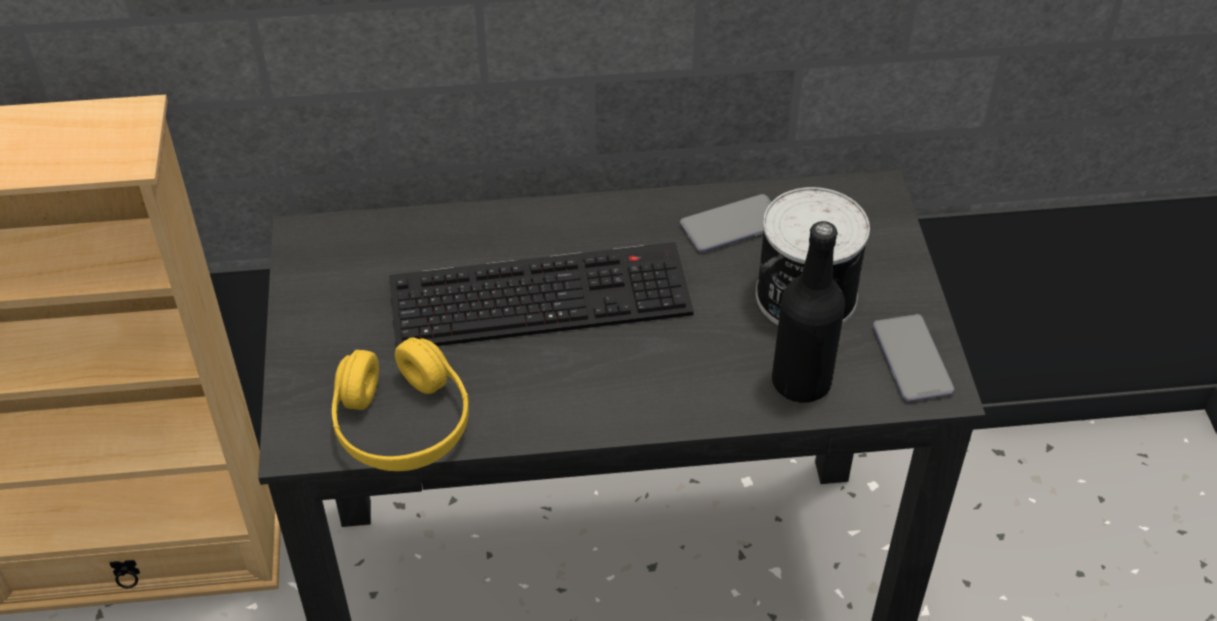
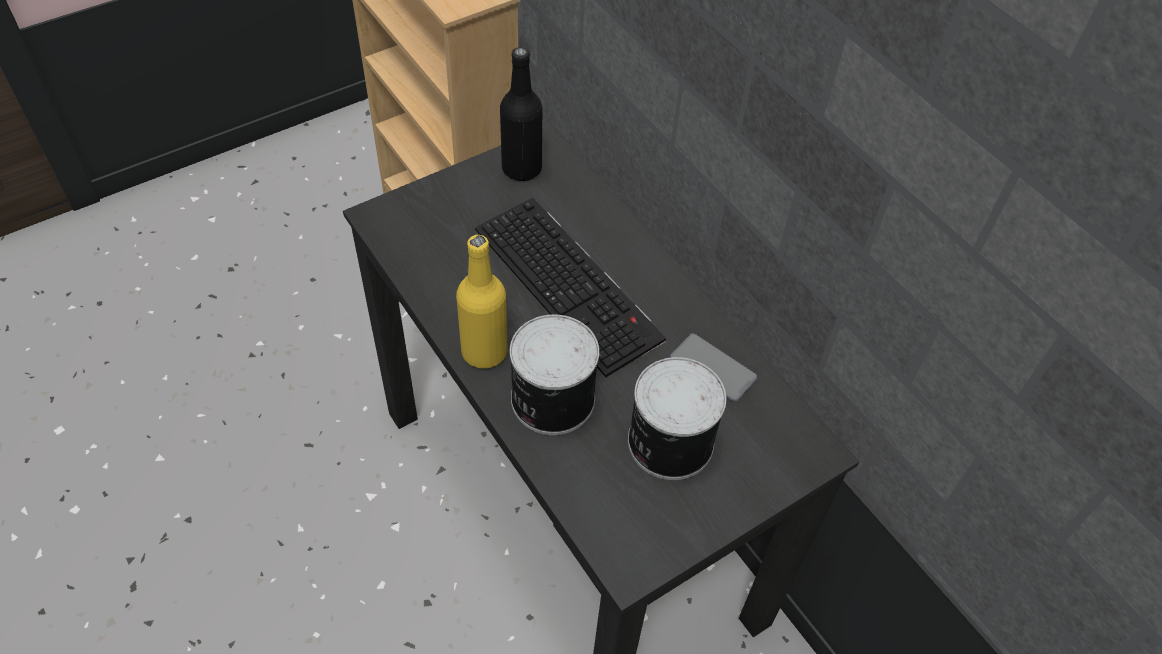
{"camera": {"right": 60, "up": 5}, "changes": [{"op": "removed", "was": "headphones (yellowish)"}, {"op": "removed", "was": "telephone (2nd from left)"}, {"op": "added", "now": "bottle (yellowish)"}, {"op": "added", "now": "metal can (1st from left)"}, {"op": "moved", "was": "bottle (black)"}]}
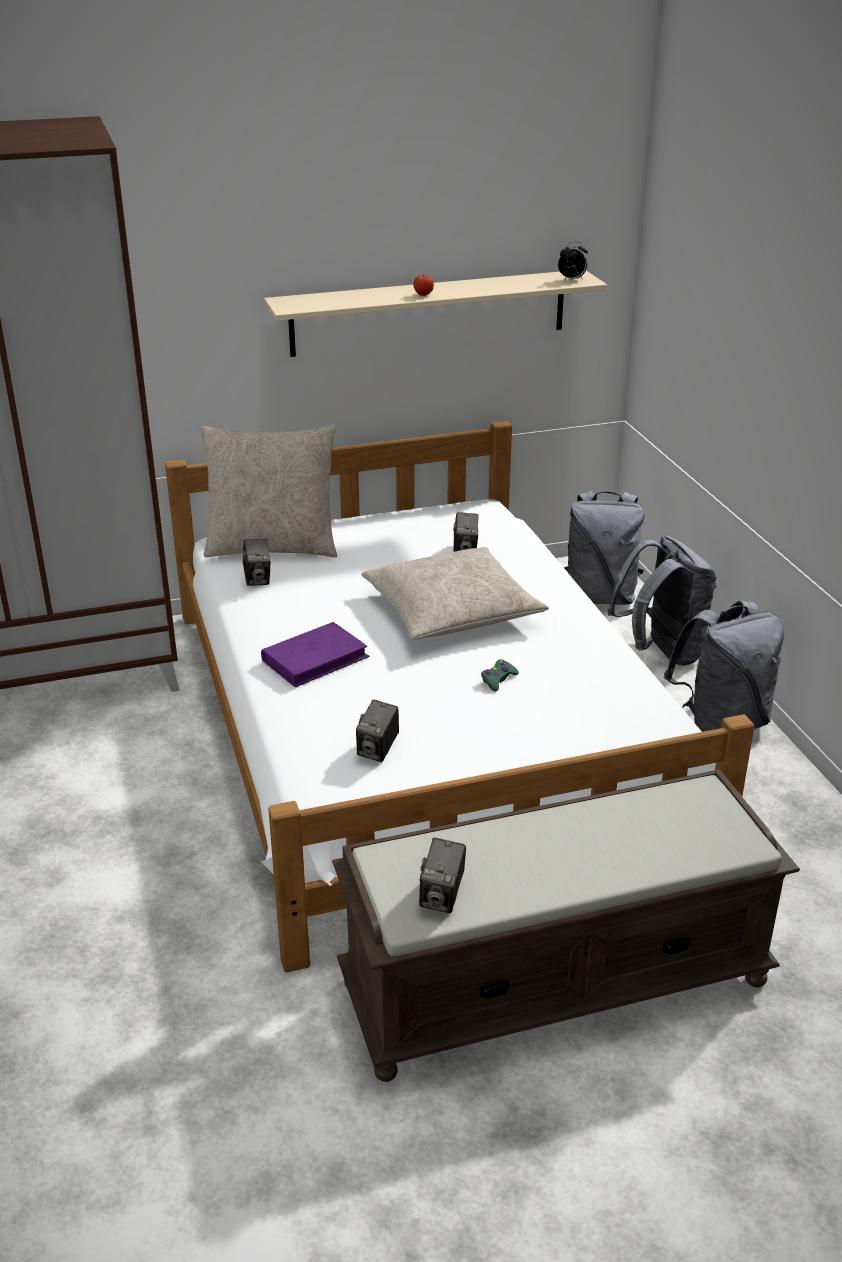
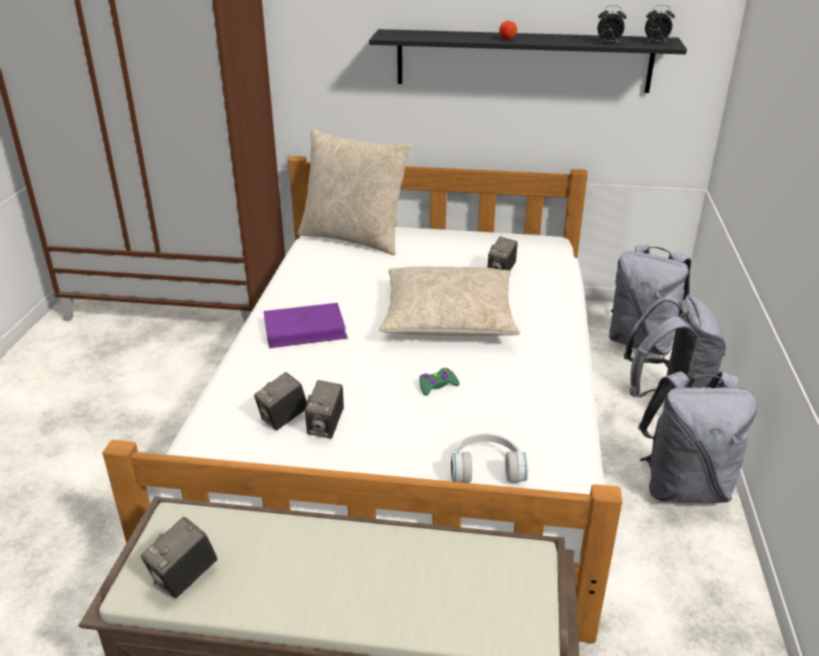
{"camera": {"right": 25, "up": 0}, "changes": [{"op": "added", "now": "headphones (white-coloured)"}, {"op": "added", "now": "alarm clock (1st from left)"}, {"op": "moved", "was": "still camera (1st from left in the first image)", "now": "still camera (3rd from left)"}, {"op": "recoloured", "was": "shelf (sand-coloured)", "now": "shelf (black)"}]}
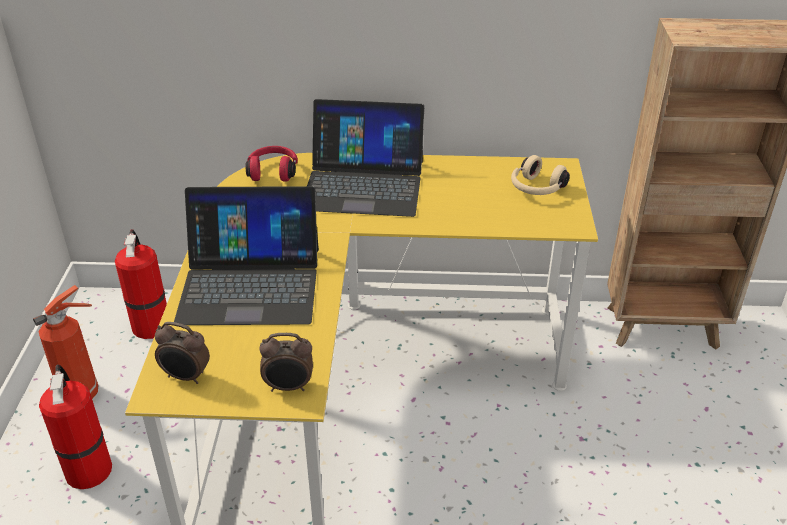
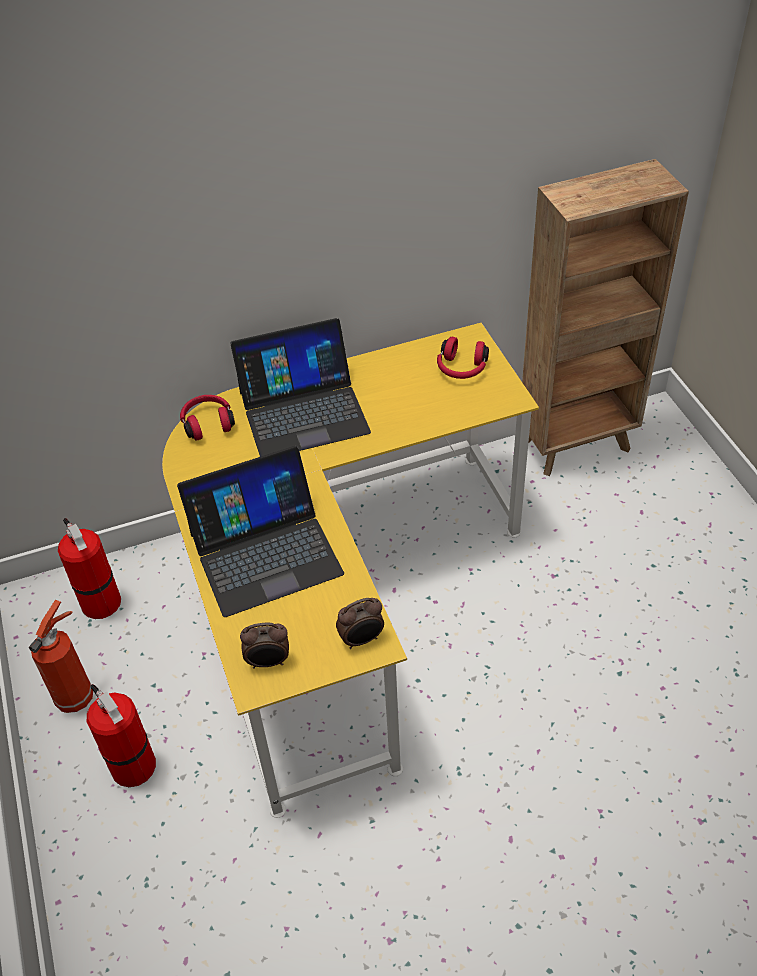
{"camera": {"right": -20, "up": 10}, "changes": [{"op": "recoloured", "was": "headphones (sand-coloured)", "now": "headphones (red-coloured) (2nd from left)"}]}
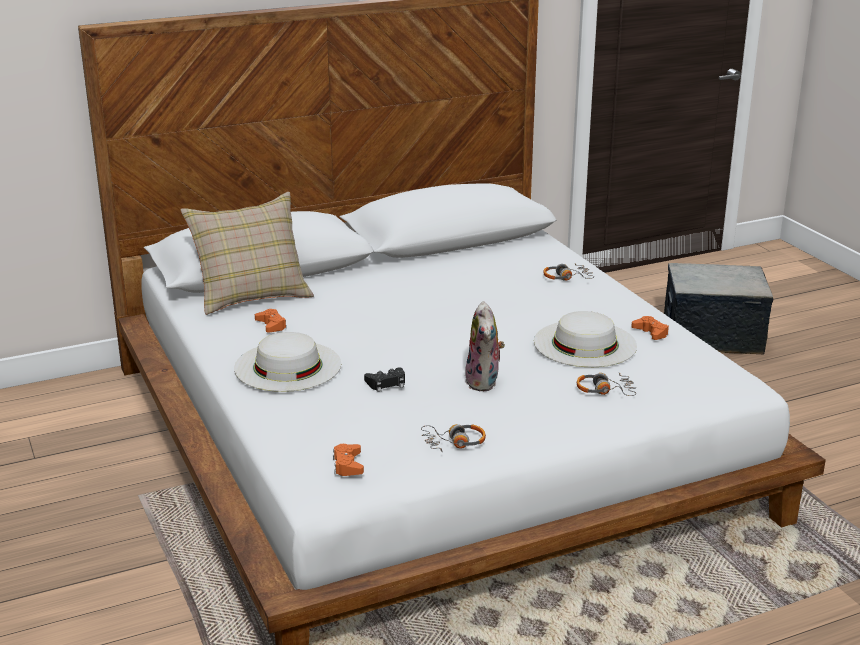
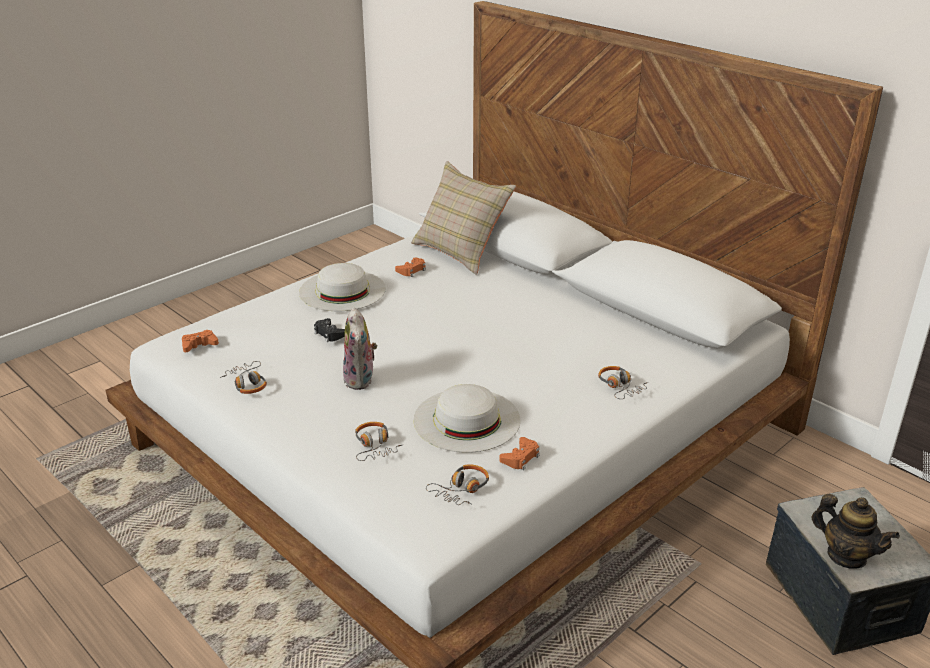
{"camera": {"right": 70, "up": 5}, "changes": [{"op": "added", "now": "headphones (3rd from left)"}, {"op": "added", "now": "tea pot"}, {"op": "turned", "was": "plush toy", "clockwise": -75}]}
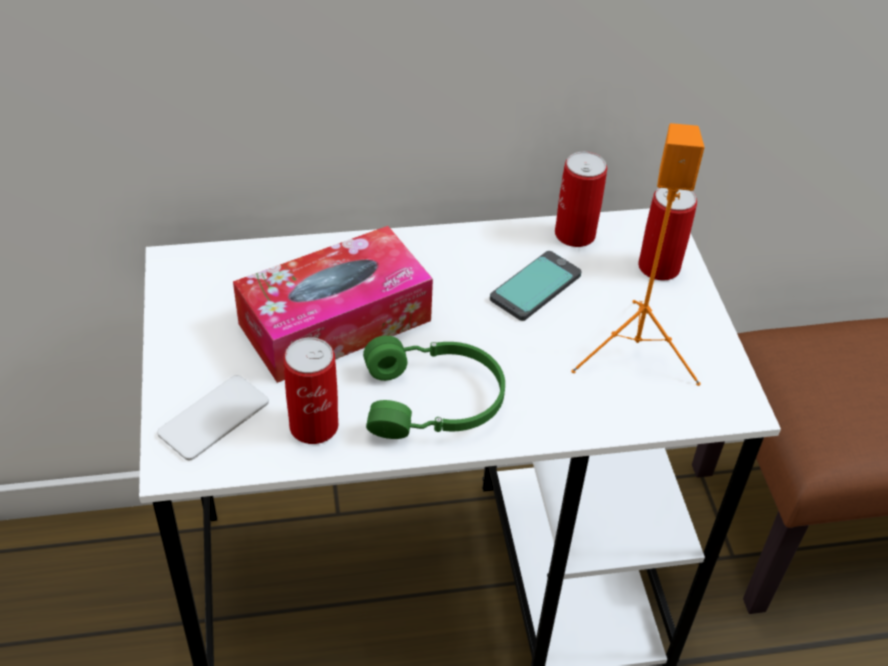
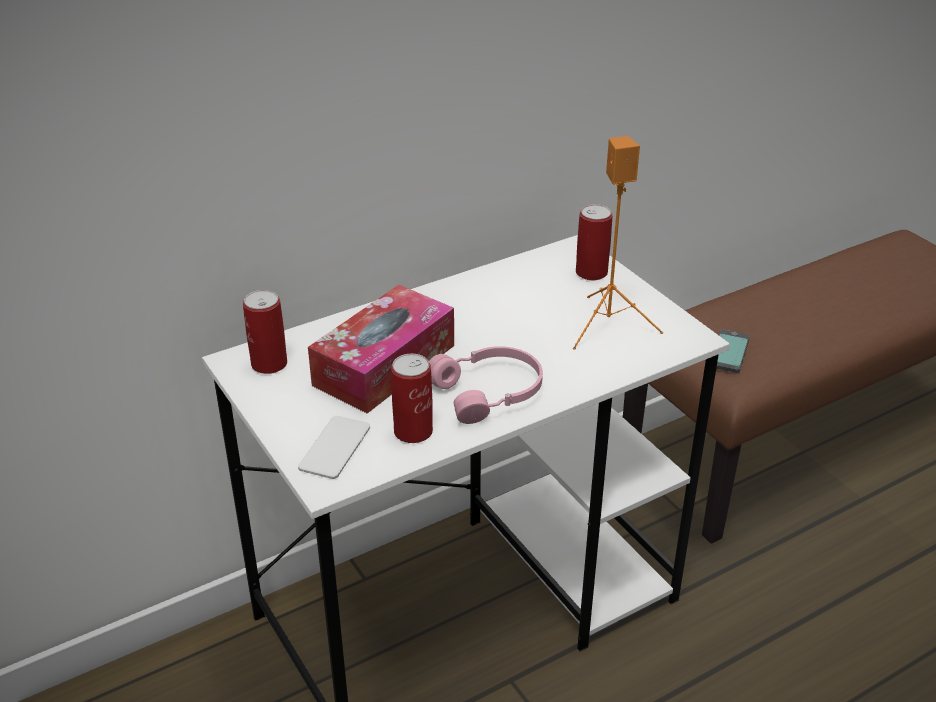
{"camera": {"right": -20, "up": -10}, "changes": [{"op": "moved", "was": "telephone (2nd from left)"}, {"op": "moved", "was": "metal can (2nd from left in the first image)", "now": "metal can (1st from left)"}, {"op": "recoloured", "was": "headphones (green-coloured)", "now": "headphones (pink)"}]}
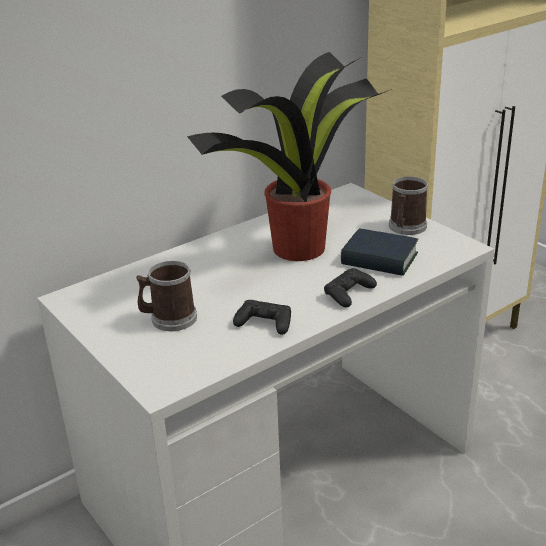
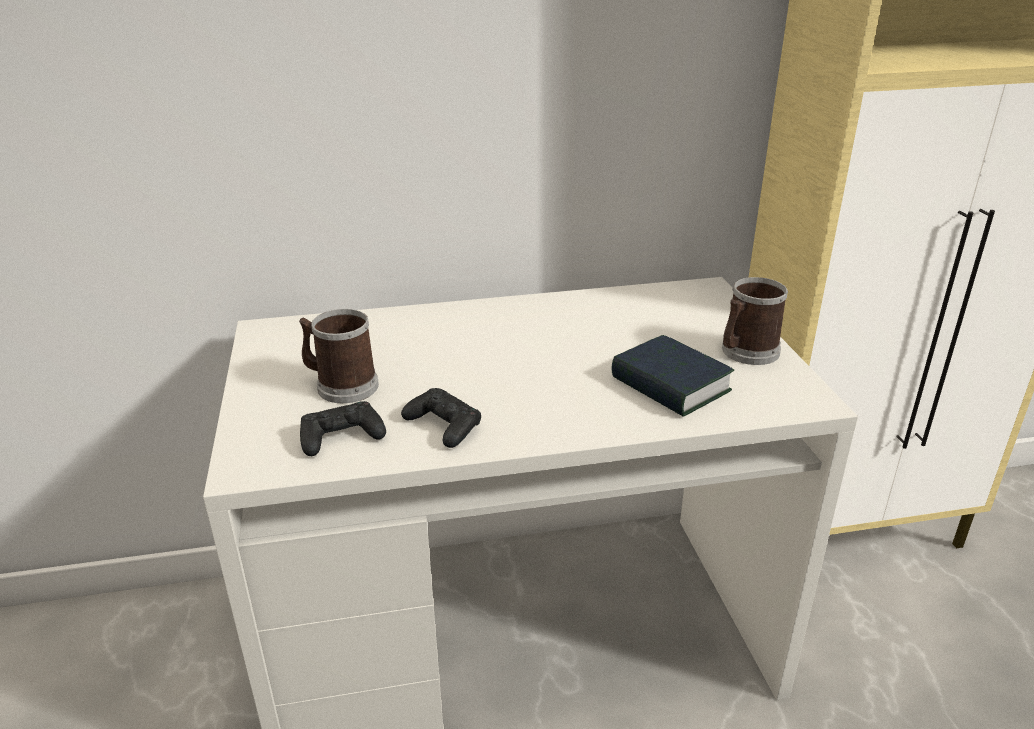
{"camera": {"right": 25, "up": 0}, "changes": [{"op": "removed", "was": "potted plant"}, {"op": "moved", "was": "game controller (black) (2nd from left in the first image)", "now": "game controller (black) (1st from left)"}]}
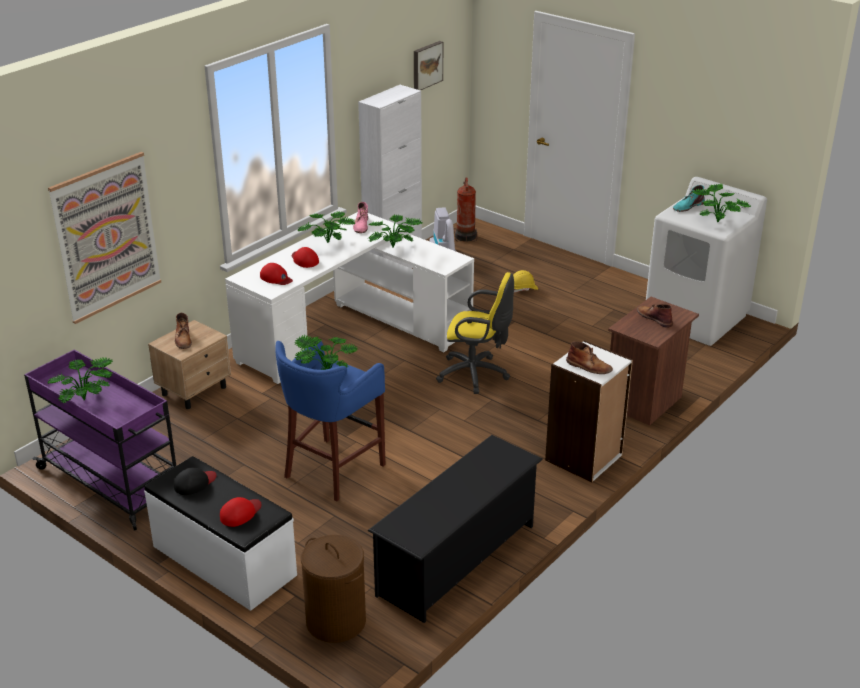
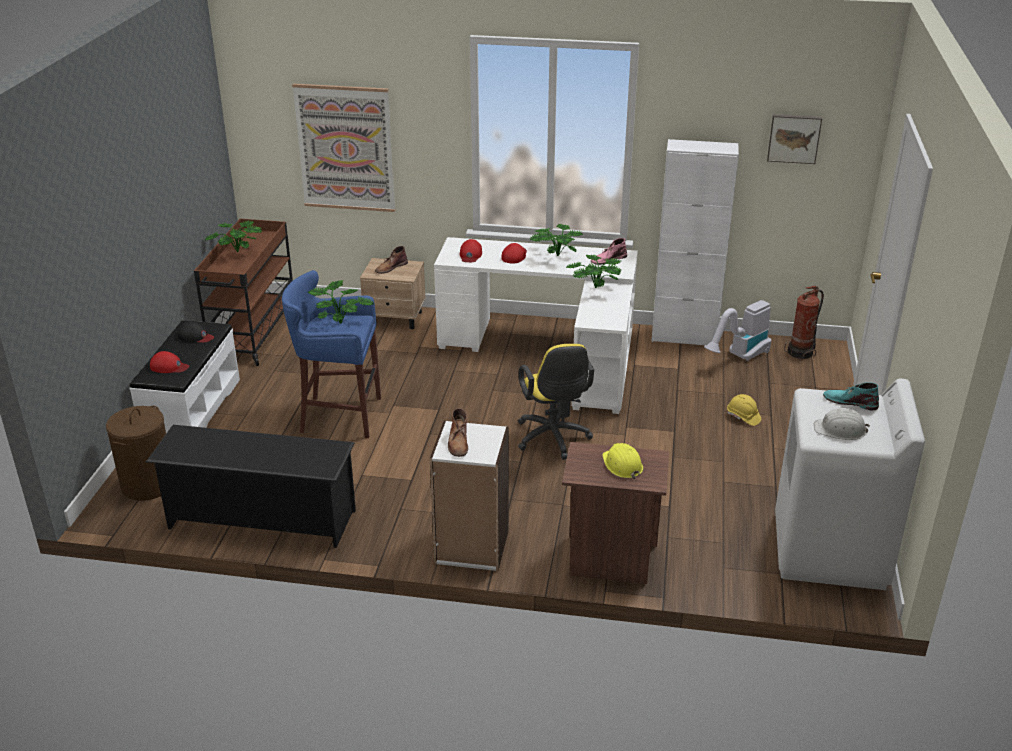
{"camera": {"right": 60, "up": 0}, "changes": [{"op": "replaced", "was": "high-top boot (brown) (3rd from left)", "now": "safety helmet (yellowish) (1st from left)"}, {"op": "replaced", "was": "potted plant (5th from left)", "now": "safety helmet (white-coloured)"}, {"op": "recoloured", "was": "trolley (purple)", "now": "trolley (brown)"}]}
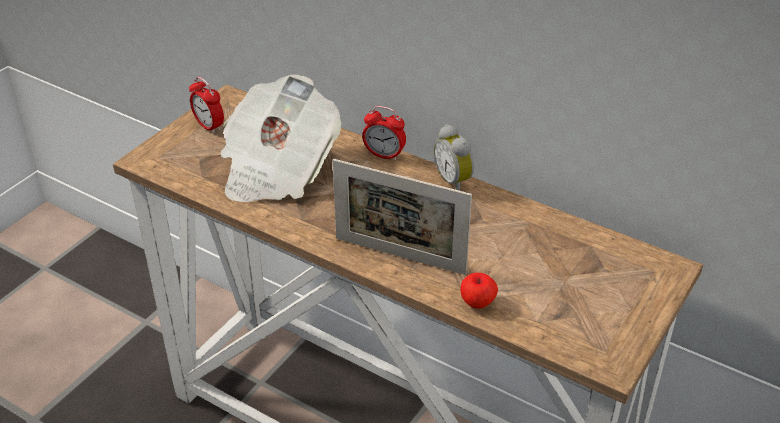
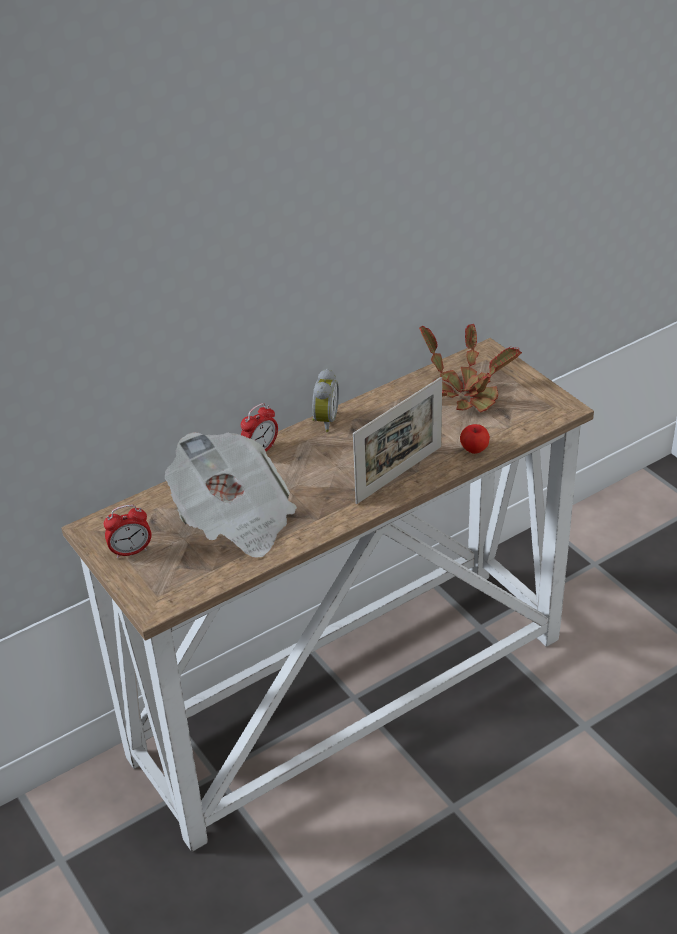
{"camera": {"right": -65, "up": 0}, "changes": [{"op": "added", "now": "potted plant"}, {"op": "turned", "was": "alarm clock (3rd from left)", "clockwise": -75}]}
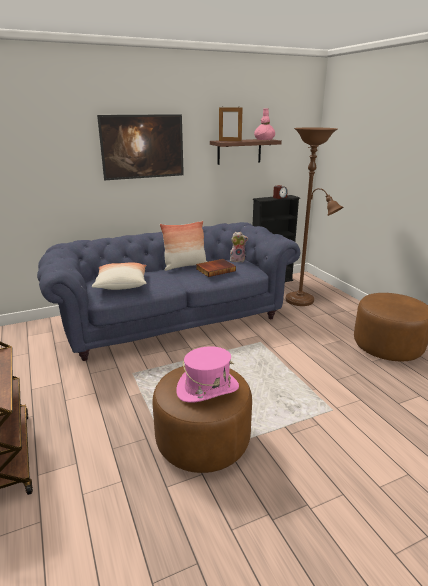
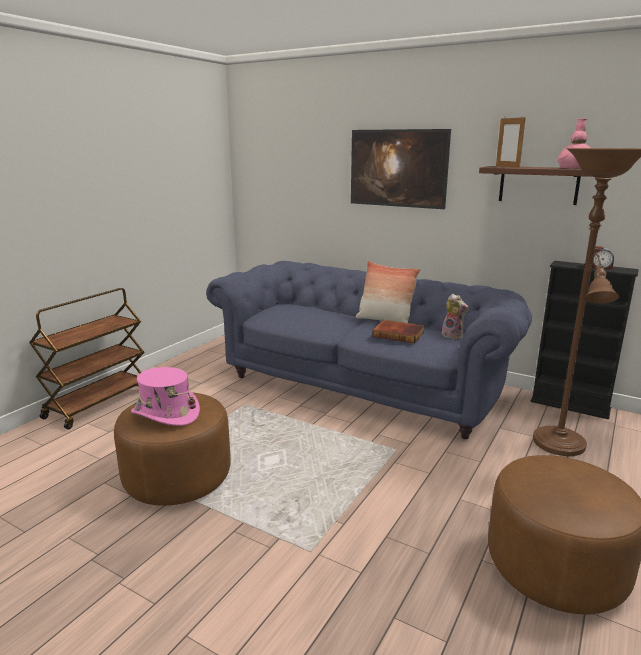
{"camera": {"right": 55, "up": -5}, "changes": [{"op": "removed", "was": "pillow (1st from left)"}]}
